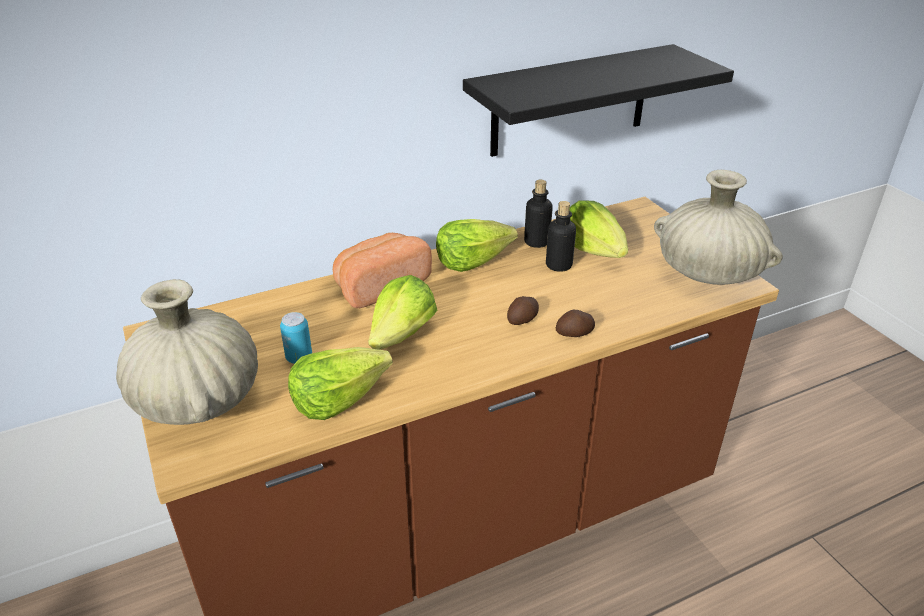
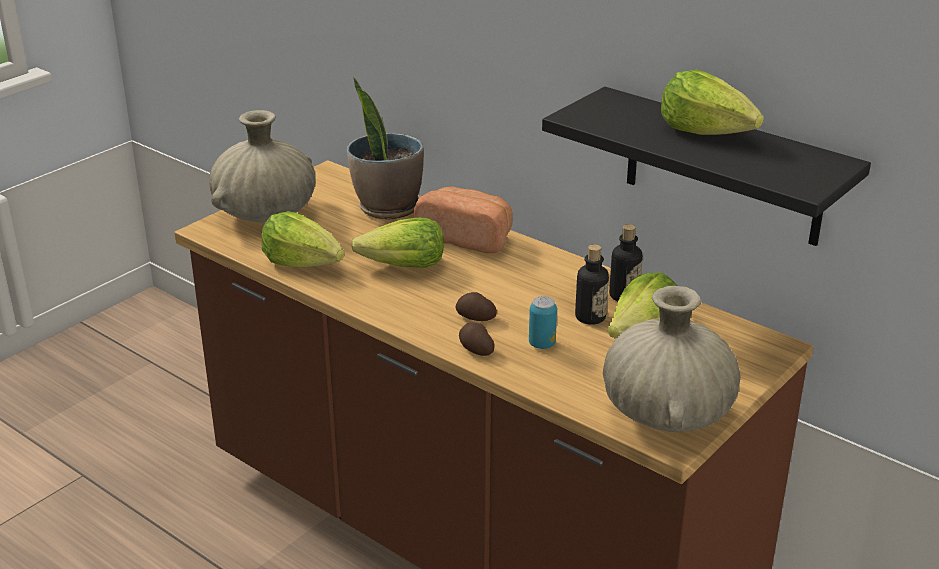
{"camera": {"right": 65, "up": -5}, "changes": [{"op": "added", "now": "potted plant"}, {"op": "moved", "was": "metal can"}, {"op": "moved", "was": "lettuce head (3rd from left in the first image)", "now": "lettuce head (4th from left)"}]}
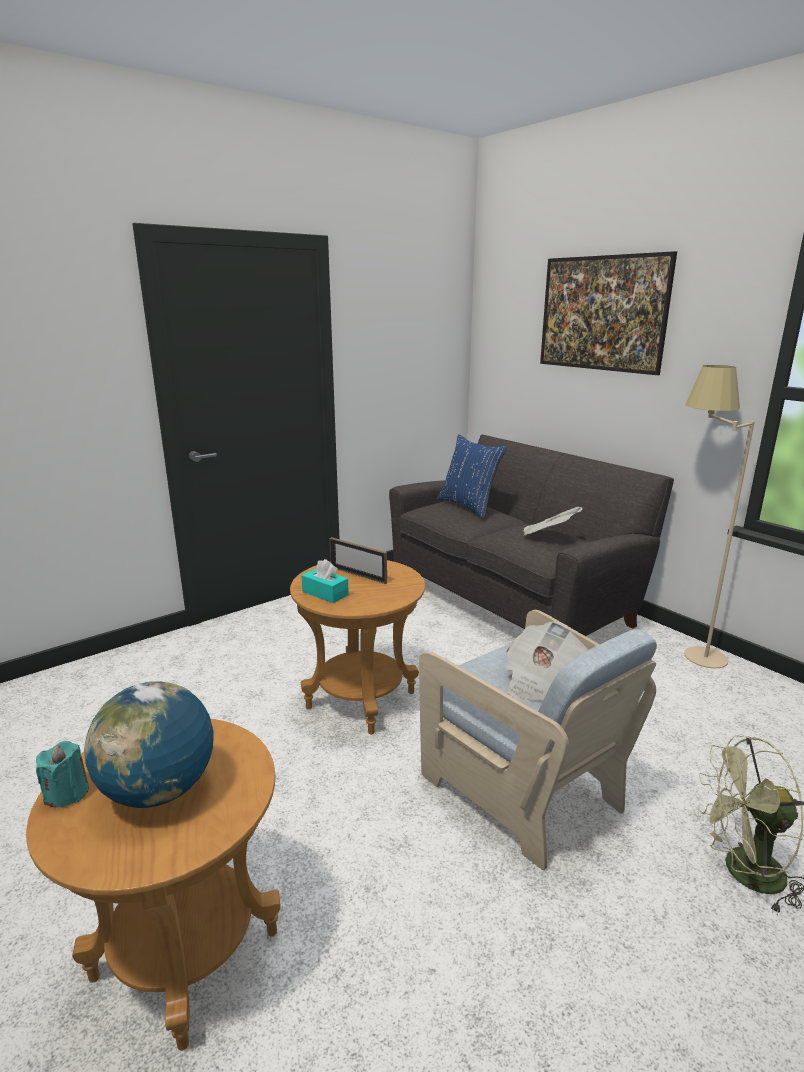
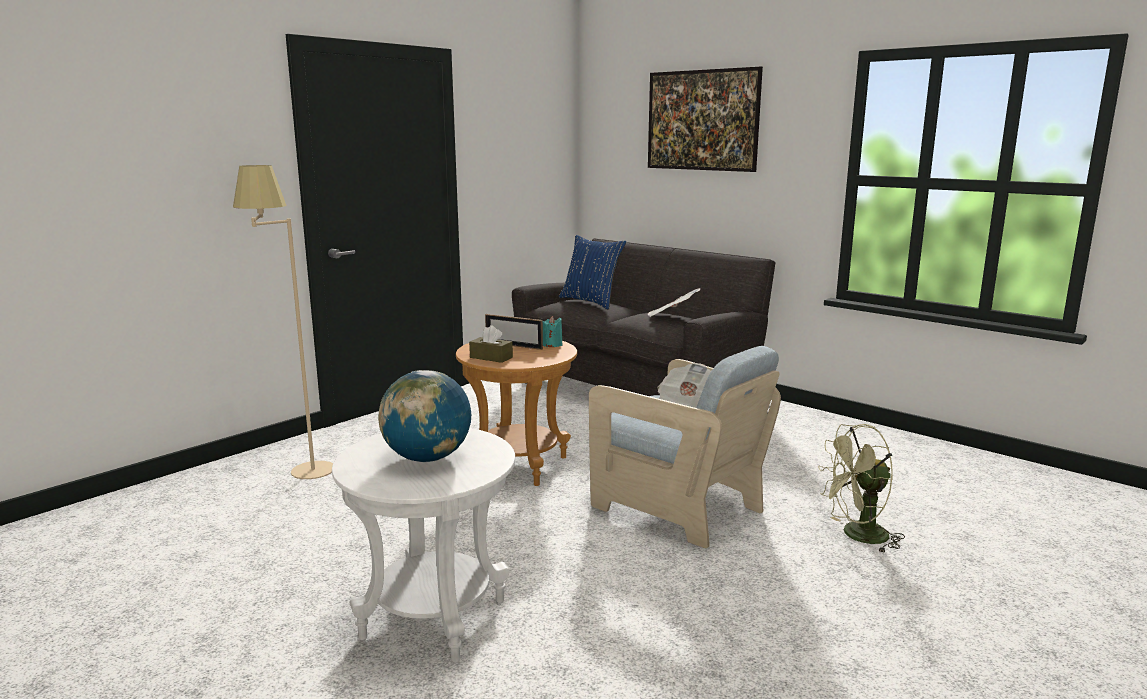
{"camera": {"right": -10, "up": -5}, "changes": [{"op": "moved", "was": "wax light (turquoise)"}, {"op": "moved", "was": "standard lamp (sand-coloured)"}, {"op": "recoloured", "was": "accent table (brown) (1st from left)", "now": "accent table (white-coloured)"}, {"op": "recoloured", "was": "tissue holder (turquoise)", "now": "tissue holder (brown)"}]}
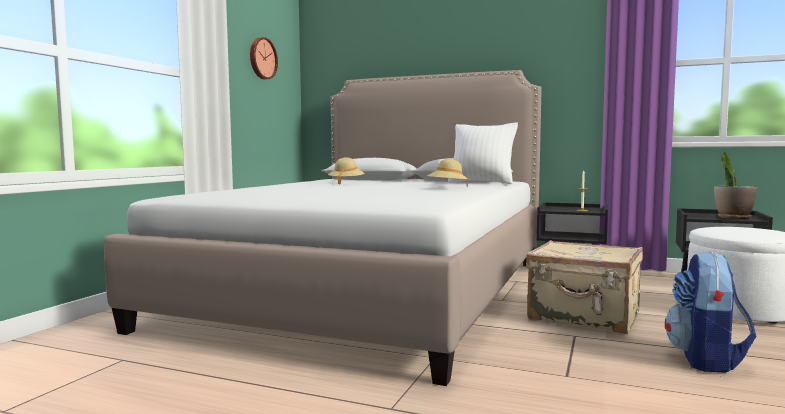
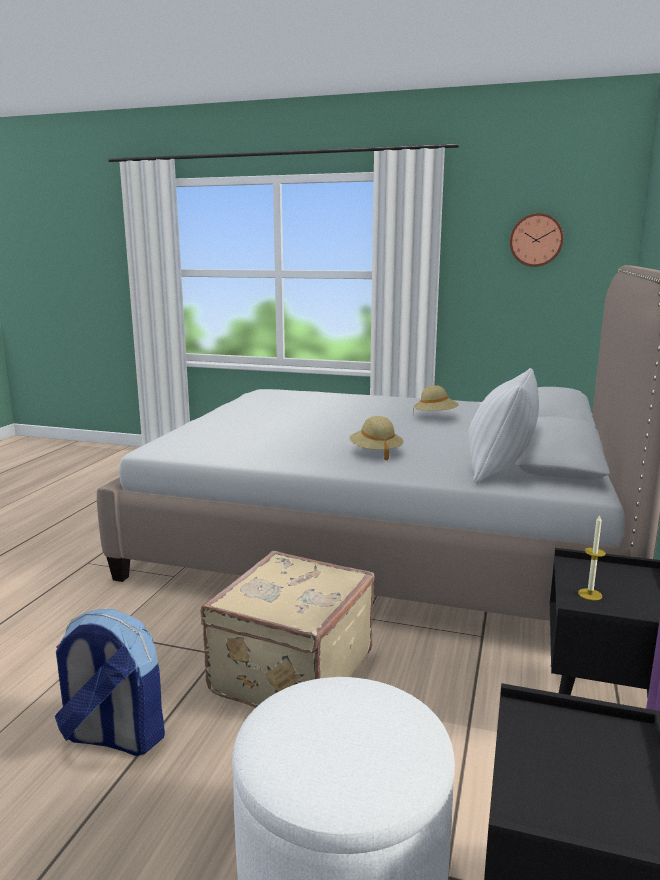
{"camera": {"right": 85, "up": 10}, "changes": [{"op": "removed", "was": "potted plant"}]}
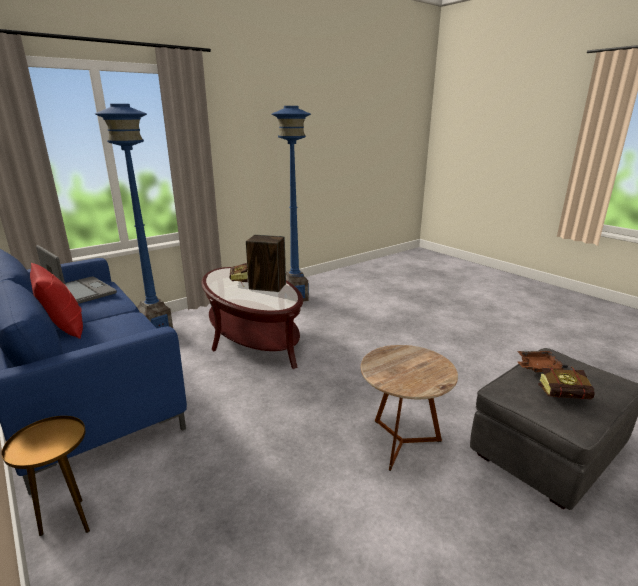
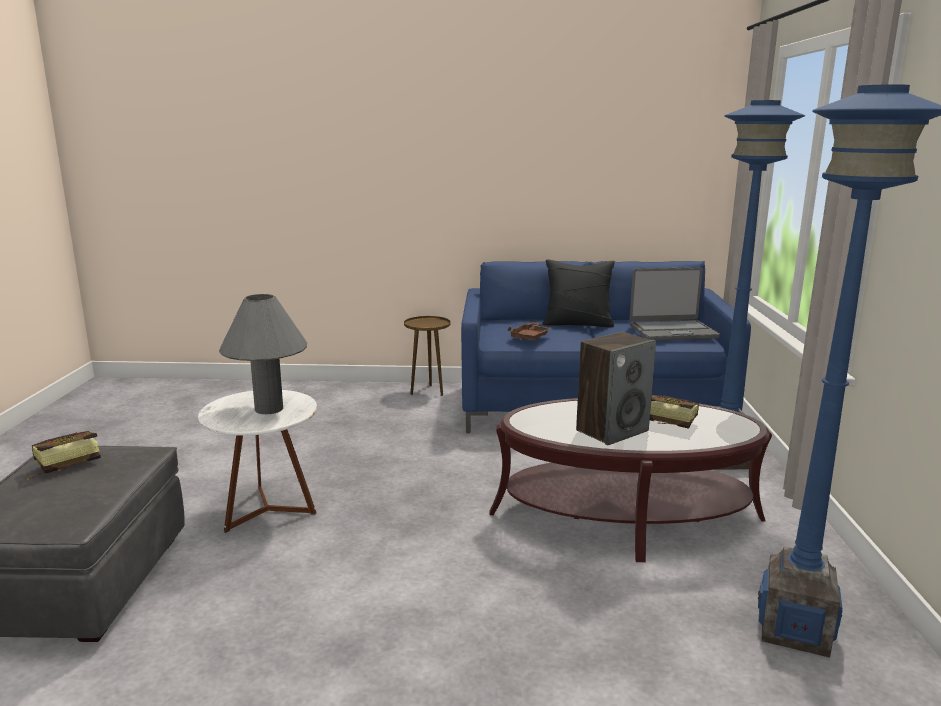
{"camera": {"right": 130, "up": -5}, "changes": [{"op": "added", "now": "table lamp (gray)"}, {"op": "moved", "was": "serving tray (brown)"}, {"op": "recoloured", "was": "pillow (red-coloured)", "now": "pillow (black)"}, {"op": "recoloured", "was": "accent table (brown) (2nd from left)", "now": "accent table (white-coloured)"}]}
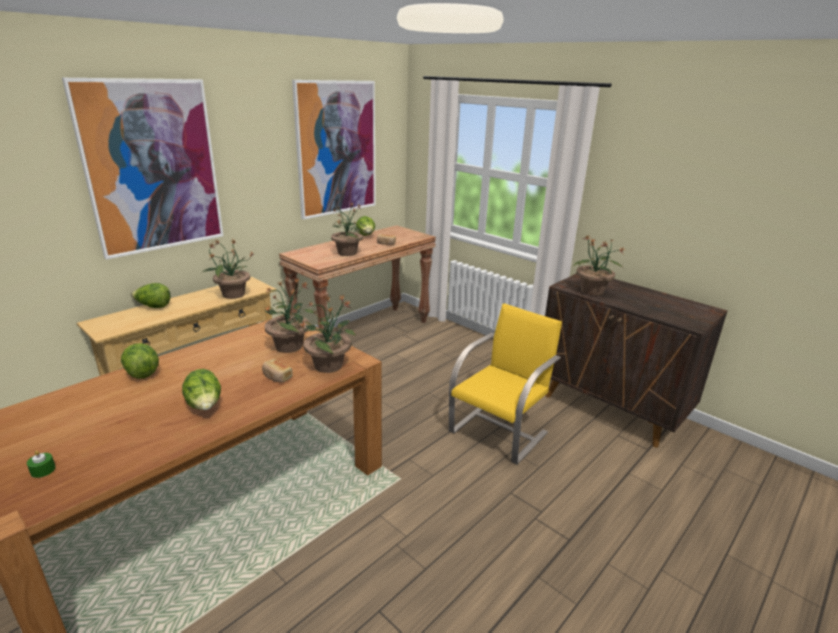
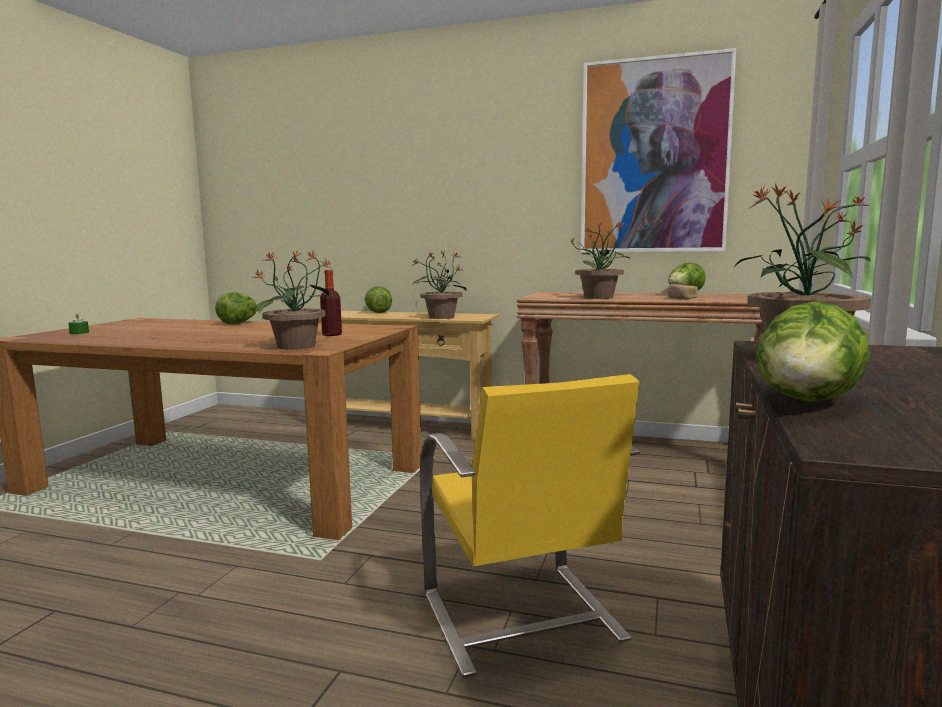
{"camera": {"right": 65, "up": -15}, "changes": [{"op": "removed", "was": "wall art (1st from left)"}, {"op": "removed", "was": "bakery bread (1st from left)"}, {"op": "moved", "was": "lettuce head (3rd from left in the first image)", "now": "lettuce head (4th from left)"}, {"op": "replaced", "was": "potted plant (2nd from left)", "now": "bottle"}, {"op": "turned", "was": "upright chair (yellowish)", "clockwise": 60}]}
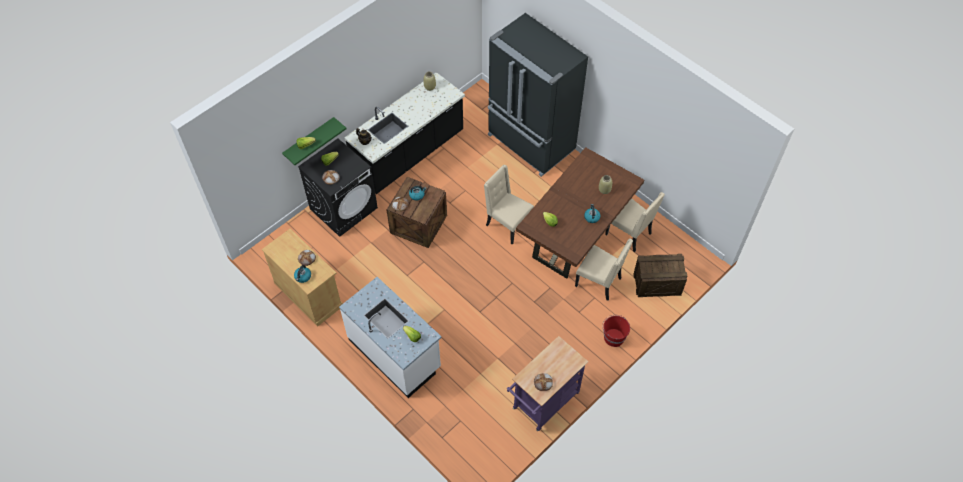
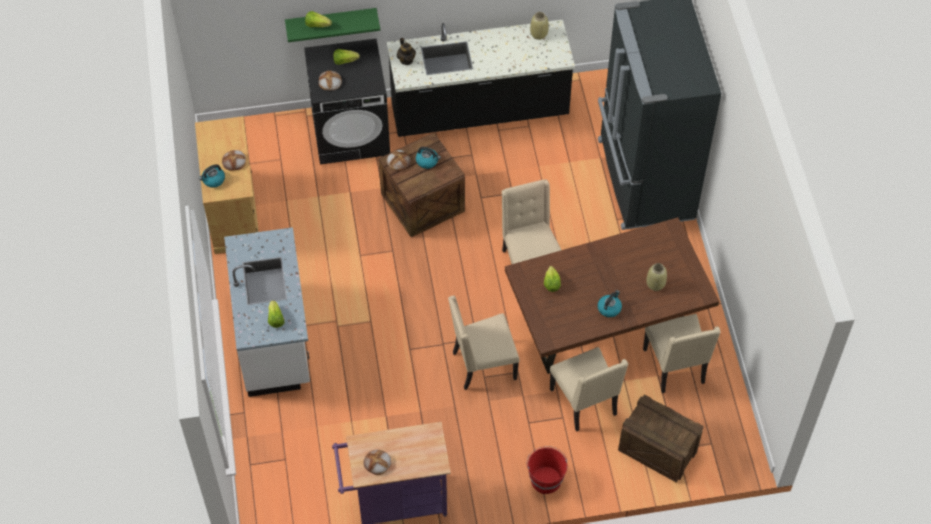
{"camera": {"right": 35, "up": 0}, "changes": [{"op": "added", "now": "upright chair (sand-coloured) (1st from left)"}]}
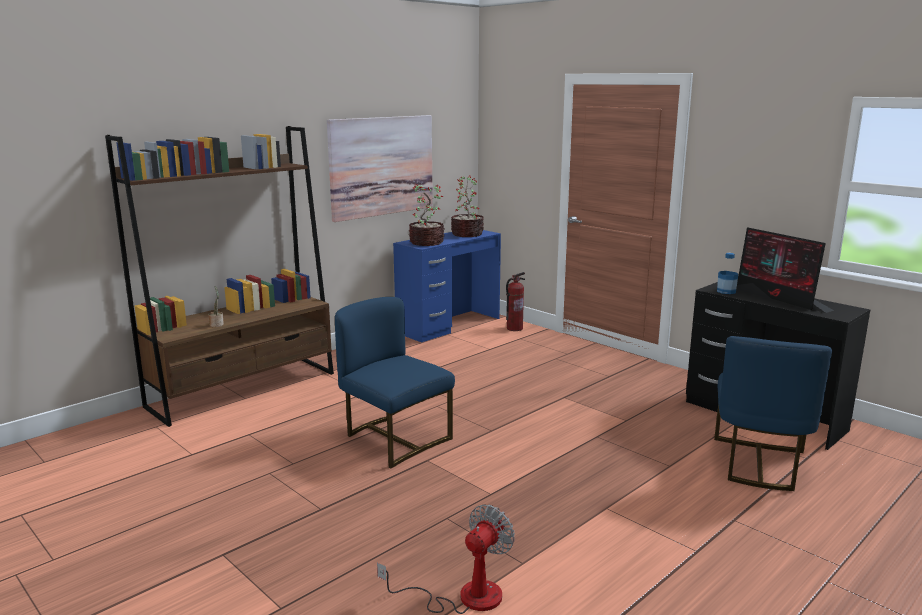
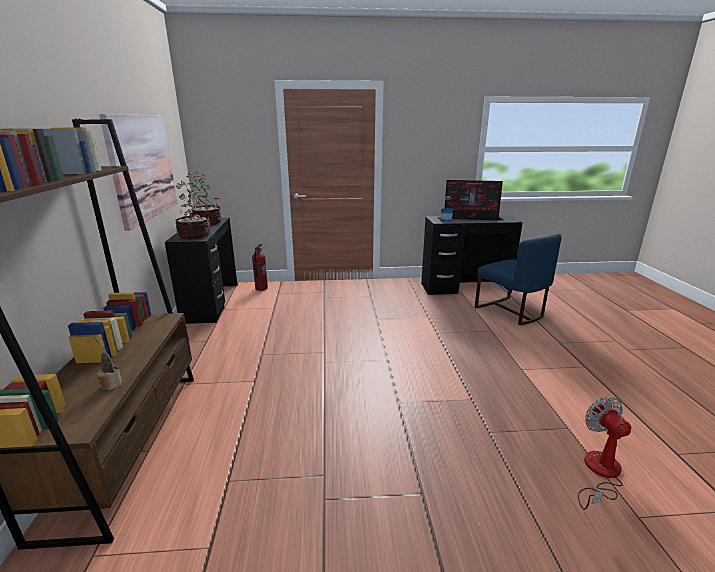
{"camera": {"right": -50, "up": 5}, "changes": [{"op": "removed", "was": "upright chair (bluish) (1st from left)"}, {"op": "recoloured", "was": "desk table (bluish)", "now": "desk table (black) (1st from left)"}]}
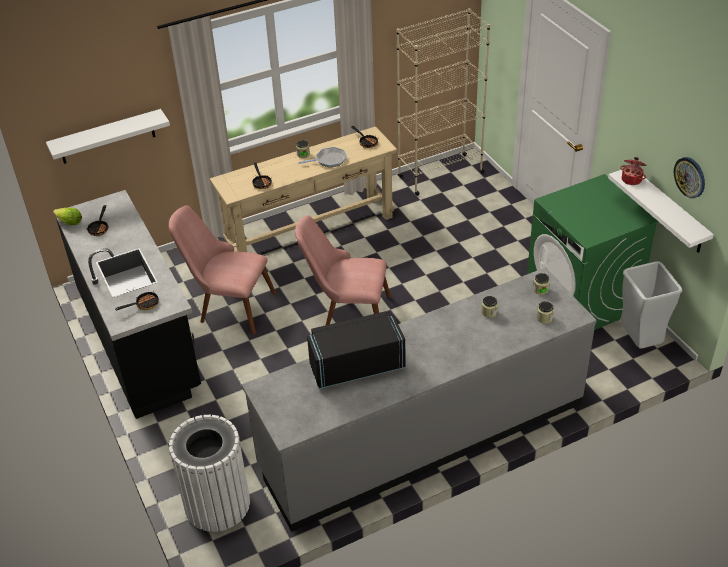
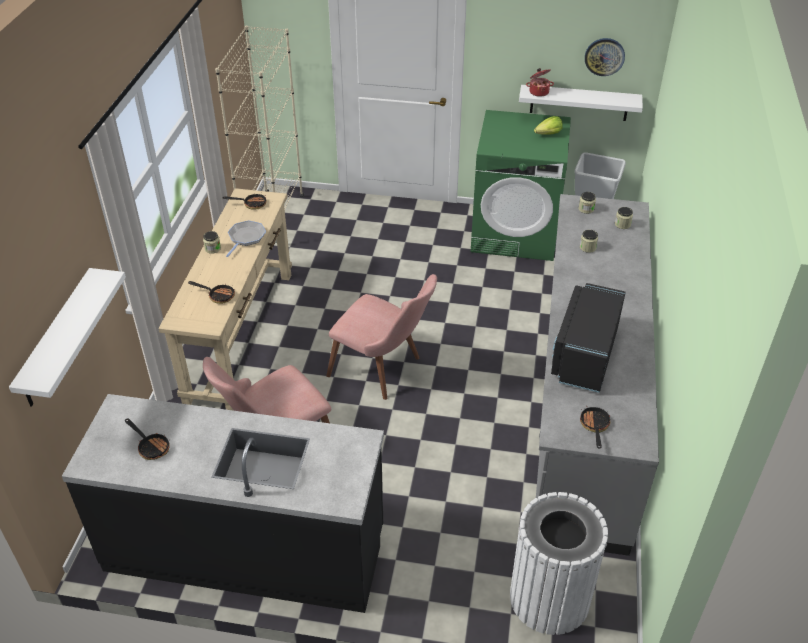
{"camera": {"right": -55, "up": 0}, "changes": [{"op": "moved", "was": "lettuce head"}, {"op": "moved", "was": "skillet (2nd from left in the first image)", "now": "skillet (5th from left)"}, {"op": "turned", "was": "upright chair (pink) (2nd from left)", "clockwise": -105}]}
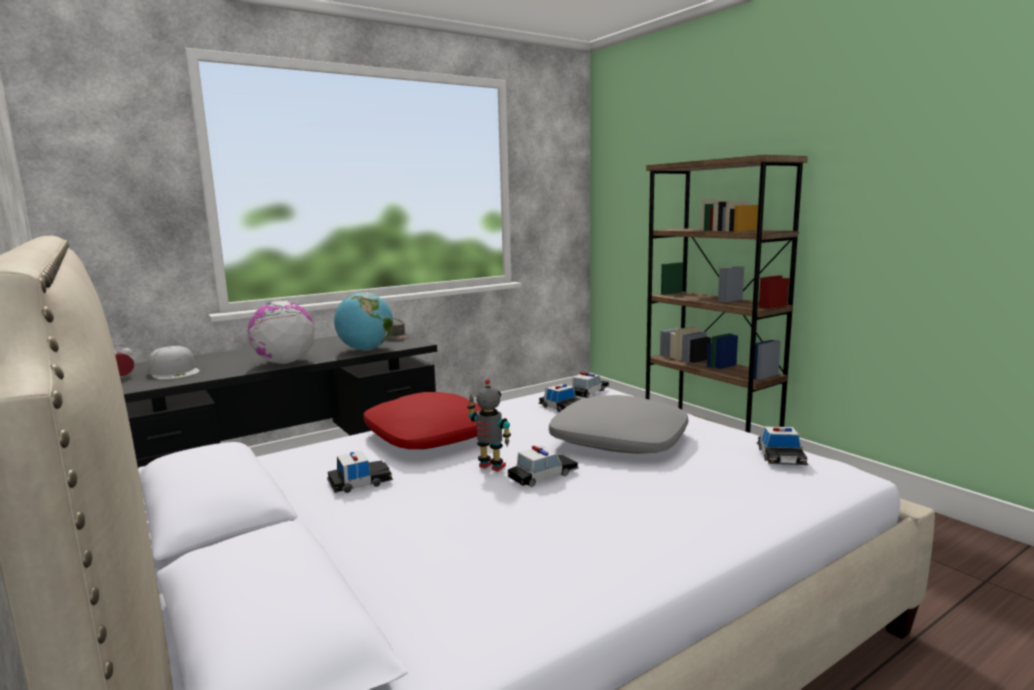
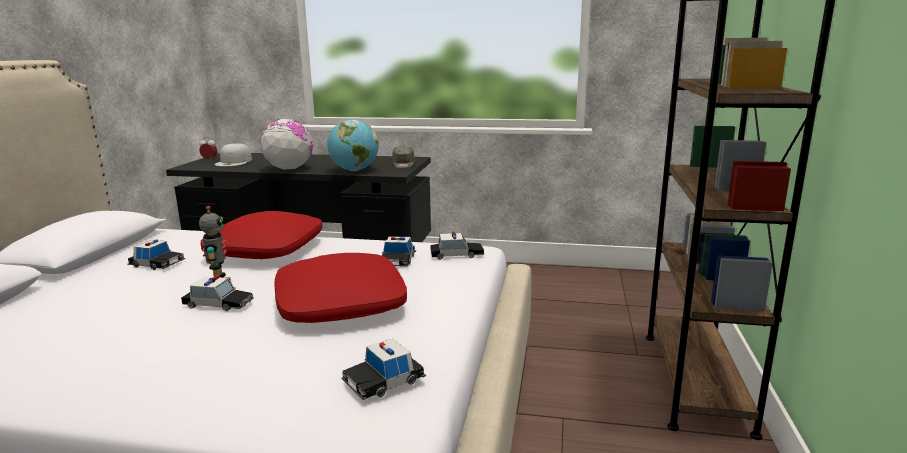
{"camera": {"right": 45, "up": 5}, "changes": [{"op": "recoloured", "was": "pillow (gray)", "now": "pillow (red-coloured) (2nd from left)"}]}
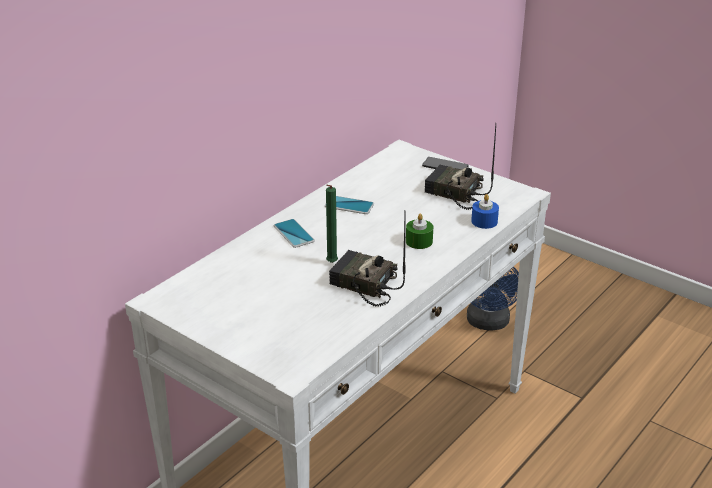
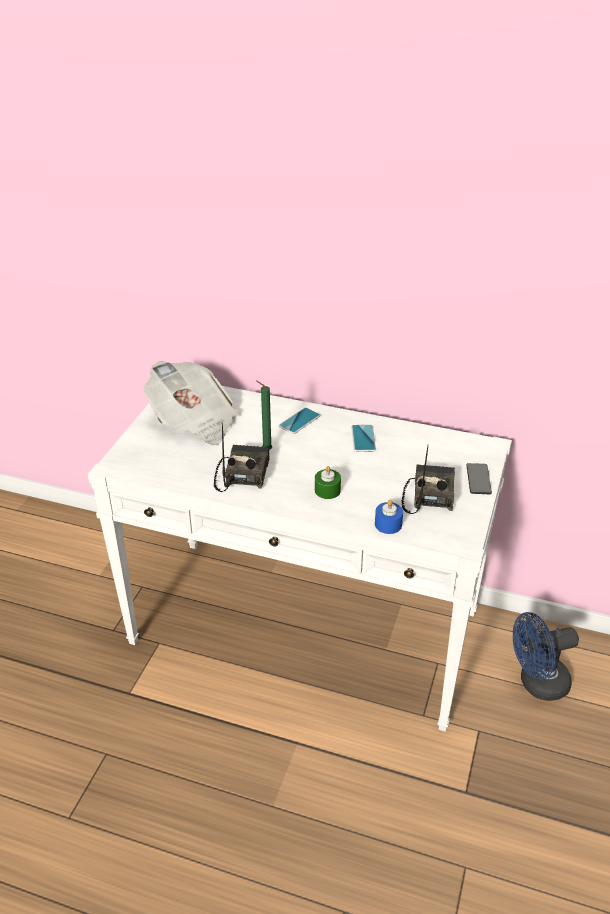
{"camera": {"right": 70, "up": 5}, "changes": [{"op": "added", "now": "newspaper"}]}
